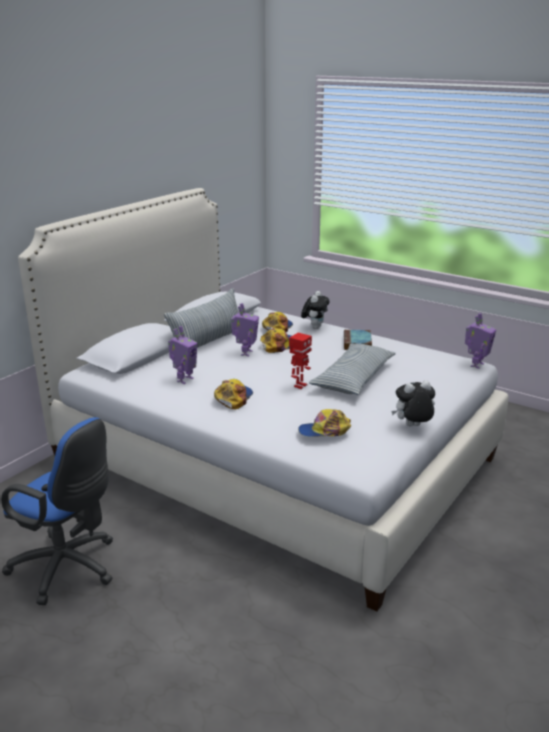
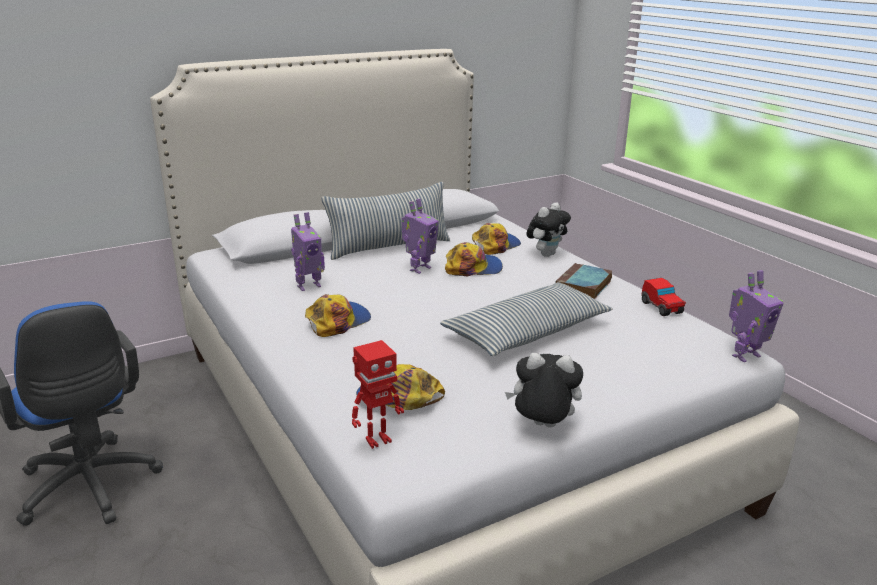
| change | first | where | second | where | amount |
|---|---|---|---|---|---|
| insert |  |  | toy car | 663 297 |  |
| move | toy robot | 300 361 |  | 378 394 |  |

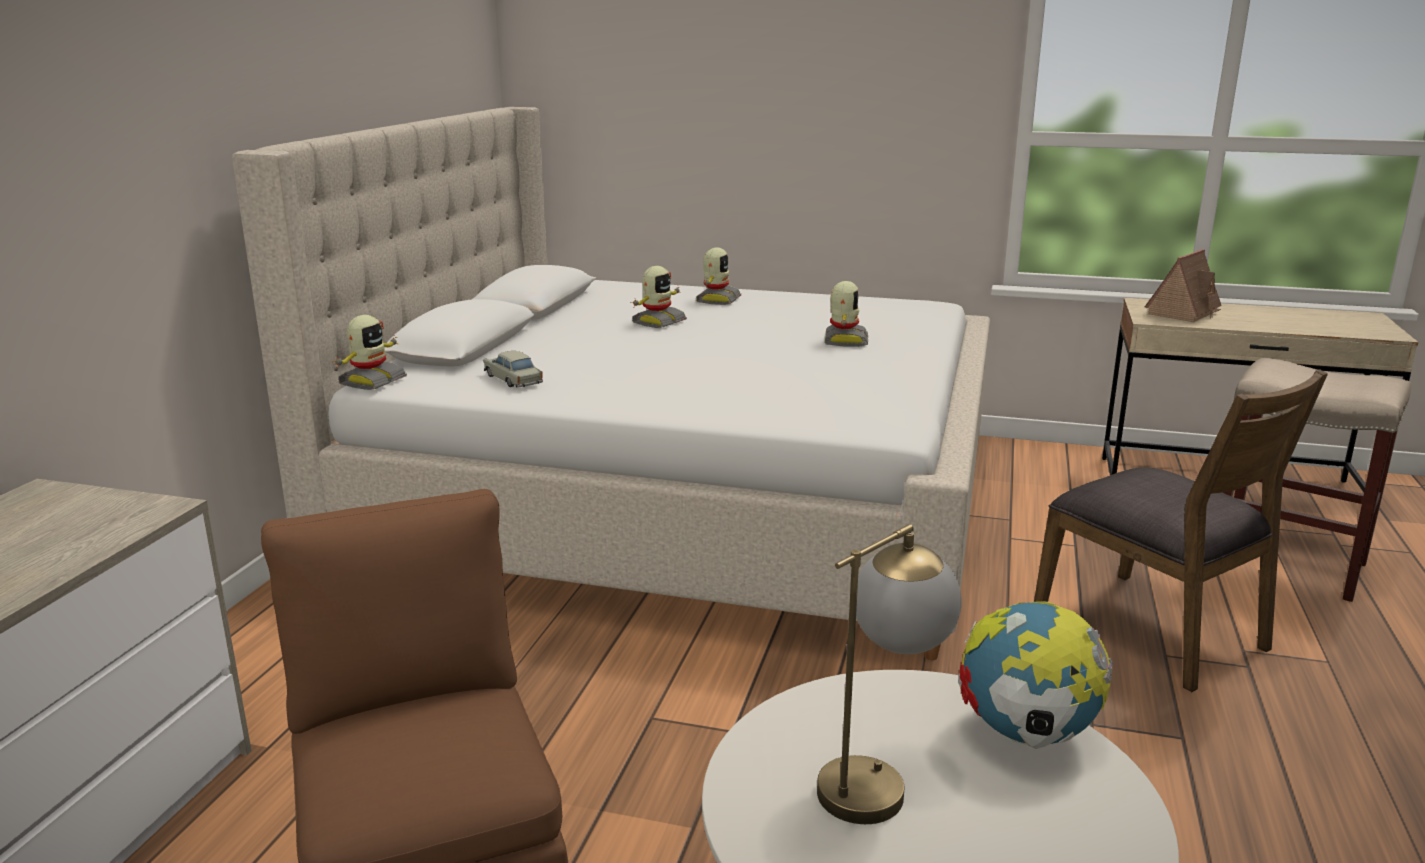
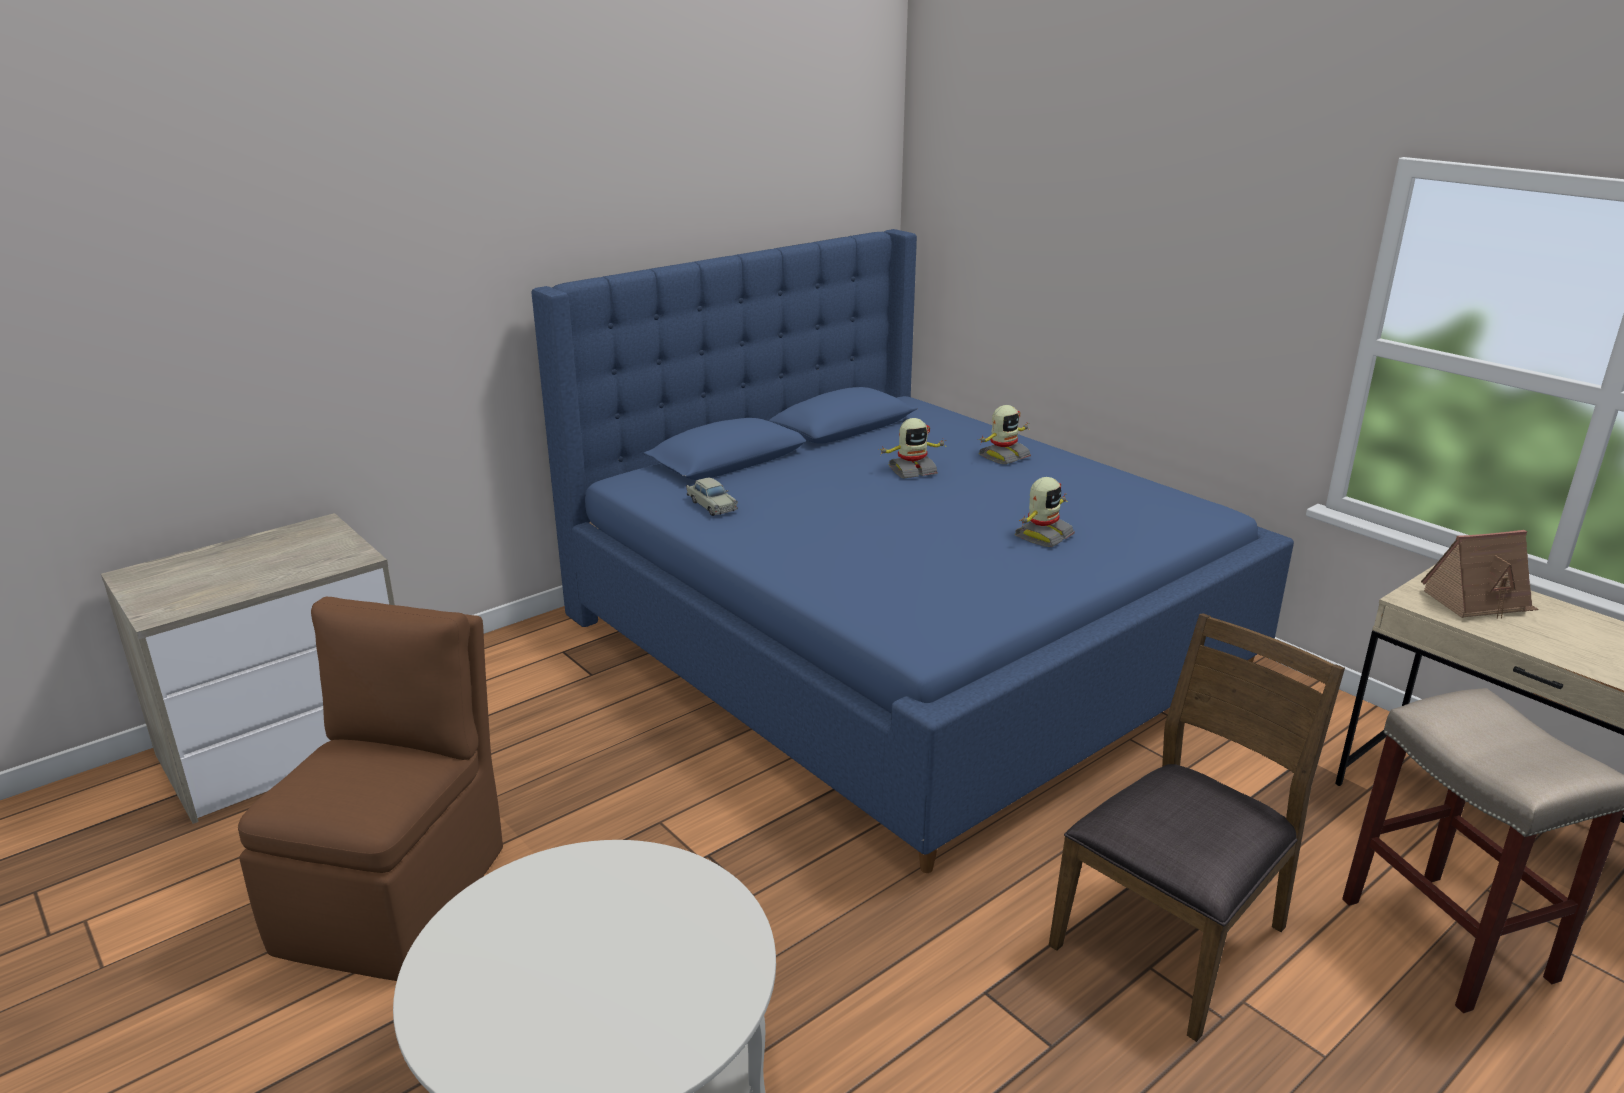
| change | first | where | second | where | amount |
|---|---|---|---|---|---|
| delete | toy robot | 369 352 |  |  |  |
| delete | table lamp | 889 674 |  |  |  |
| delete | globe | 1035 675 |  |  |  |
| recolor | bed (beige) | 611 383 | bed (blue) | 912 551 |  |
| rotate | toy car (beige) | 513 369 |  | 712 497 | 150 degrees clockwise |
| rotate | chair (brown) | 1181 530 |  | 1197 827 | 135 degrees counterclockwise |

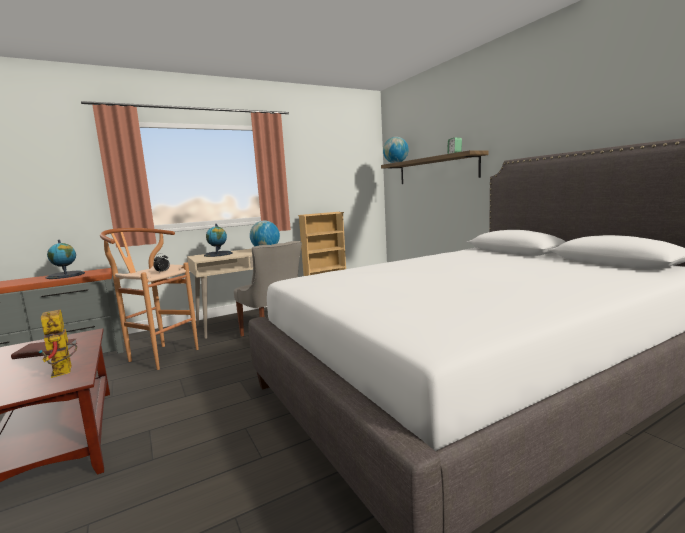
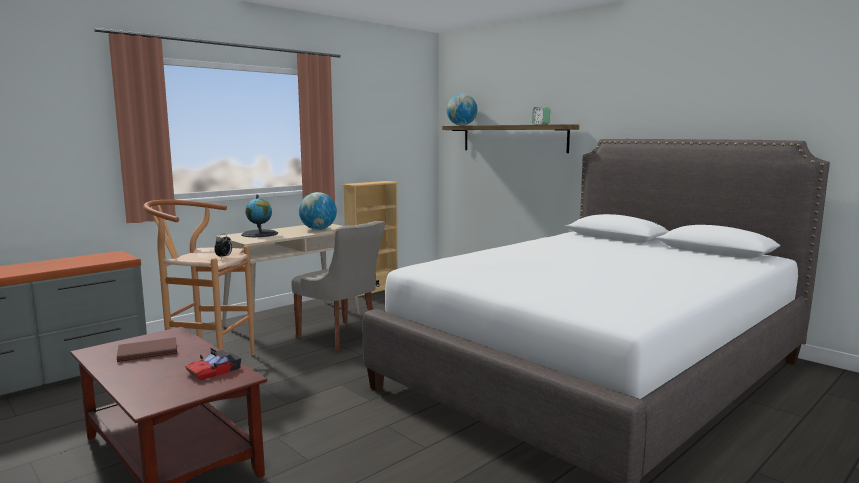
| change | first | where | second | where | amount |
|---|---|---|---|---|---|
| delete | globe | 65 259 |  |  |  |
| replace | toy robot | 57 344 | toy car | 213 364 |  |

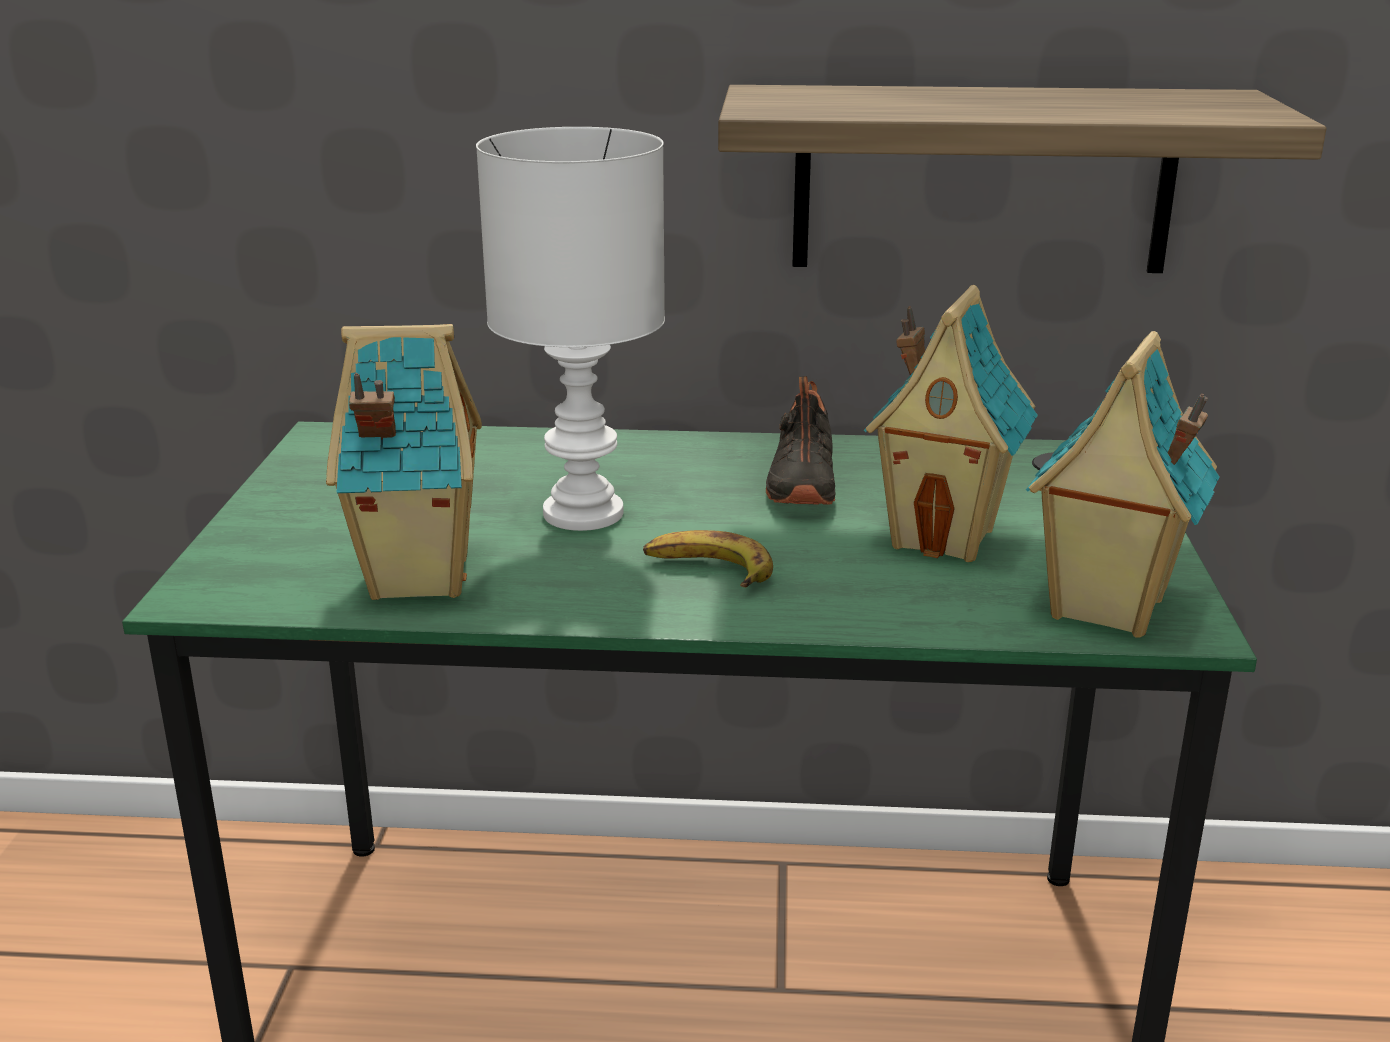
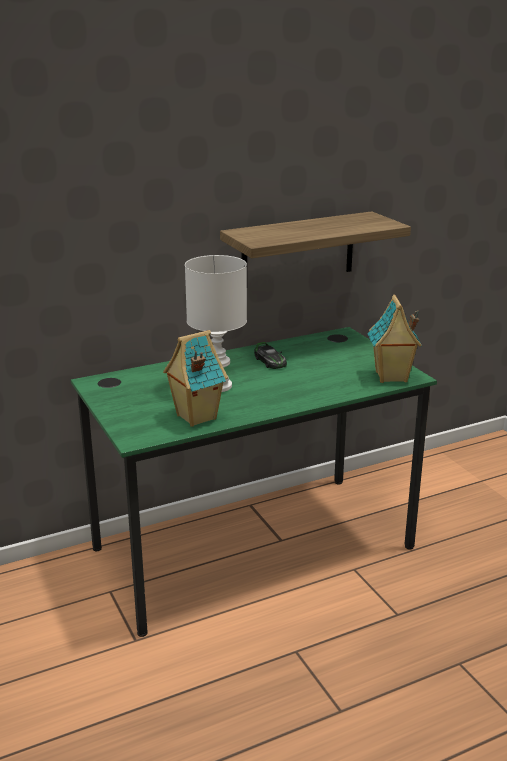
| change | first | where | second | where | amount |
|---|---|---|---|---|---|
| delete | banana | 708 558 |  |  |  |
| delete | toy house | 951 423 |  |  |  |
| replace | shoe (black) | 801 440 | toy car | 270 355 |  |

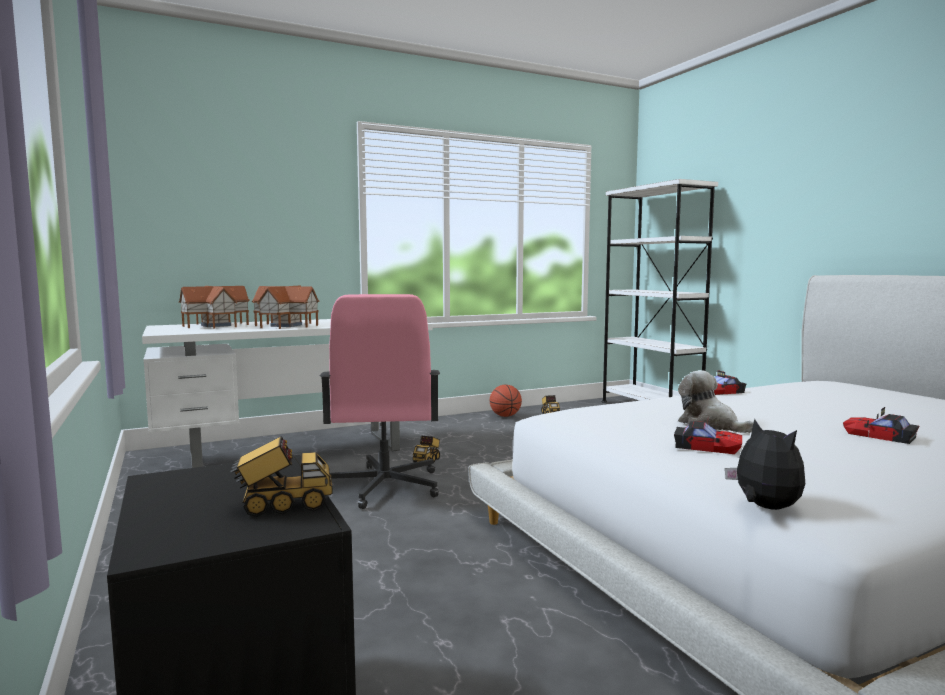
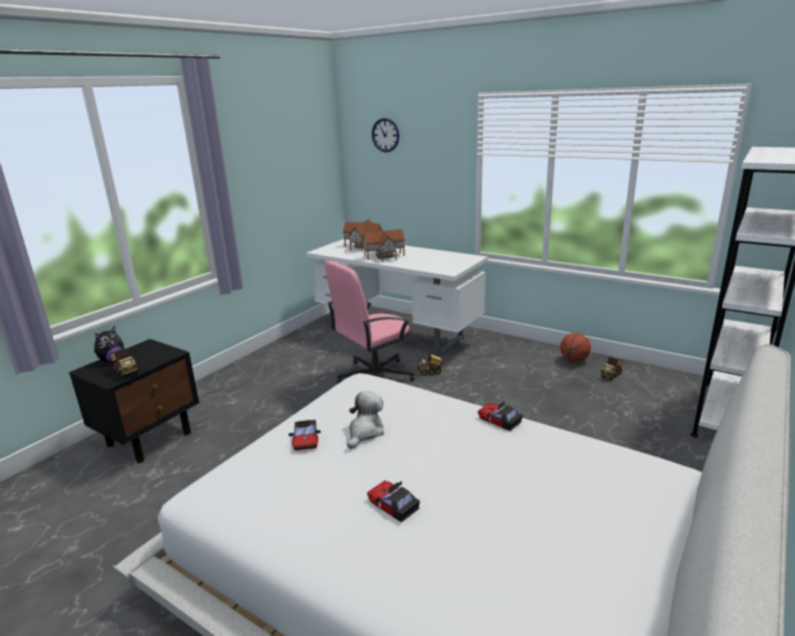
| change | first | where | second | where | amount |
|---|---|---|---|---|---|
| insert |  |  | wall clock | 385 135 |  |
| move | plush toy | 765 464 |  | 109 344 |  |
| rotate | toy car | 881 425 |  | 393 501 | 60 degrees counterclockwise |

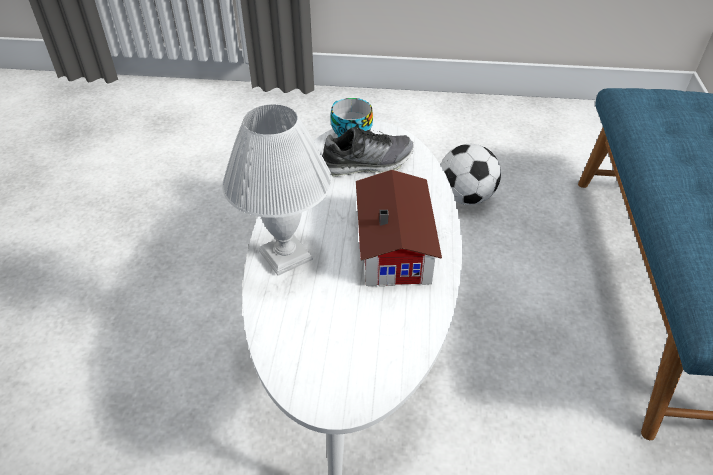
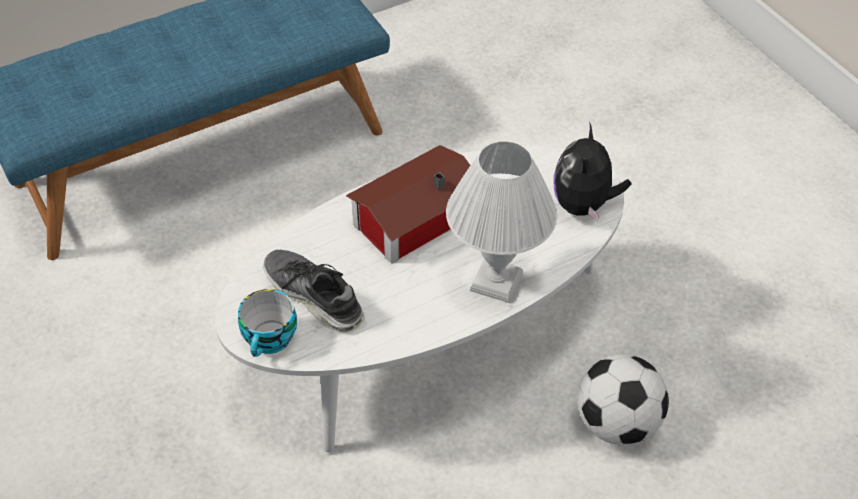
| change | first | where | second | where | amount |
|---|---|---|---|---|---|
| insert |  |  | plush toy | 592 173 |  |
| move | football | 471 174 |  | 623 399 |  |

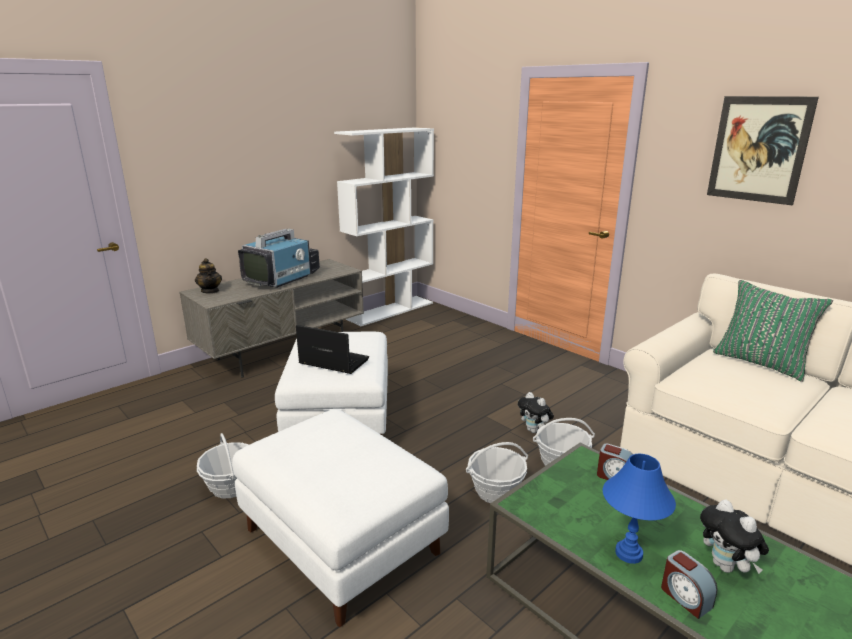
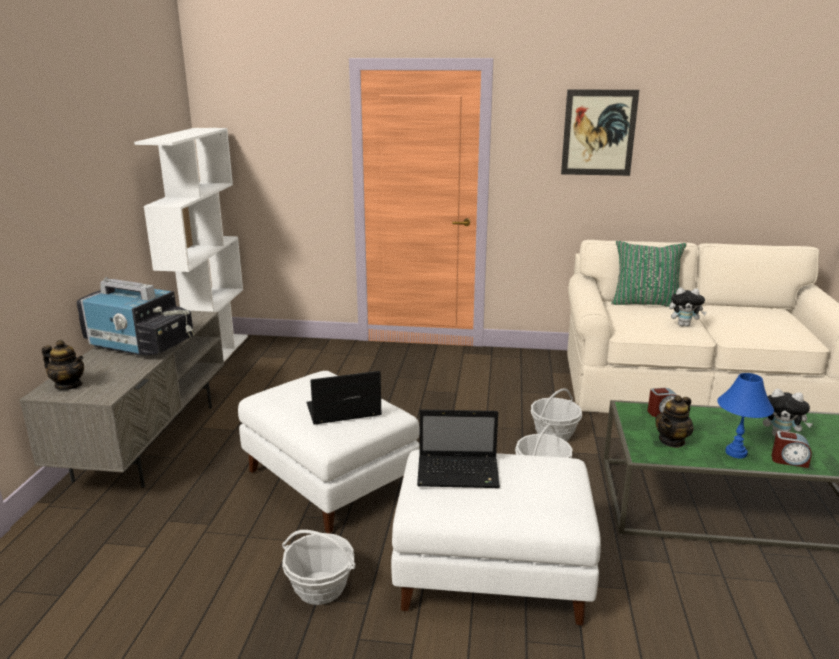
| change | first | where | second | where | amount |
|---|---|---|---|---|---|
| insert |  |  | laptop | 458 449 |  |
| insert |  |  | teapot | 674 421 |  |
| move | plush toy | 536 412 |  | 688 307 |  |
| rotate | television | 279 258 |  | 135 316 | 120 degrees clockwise |

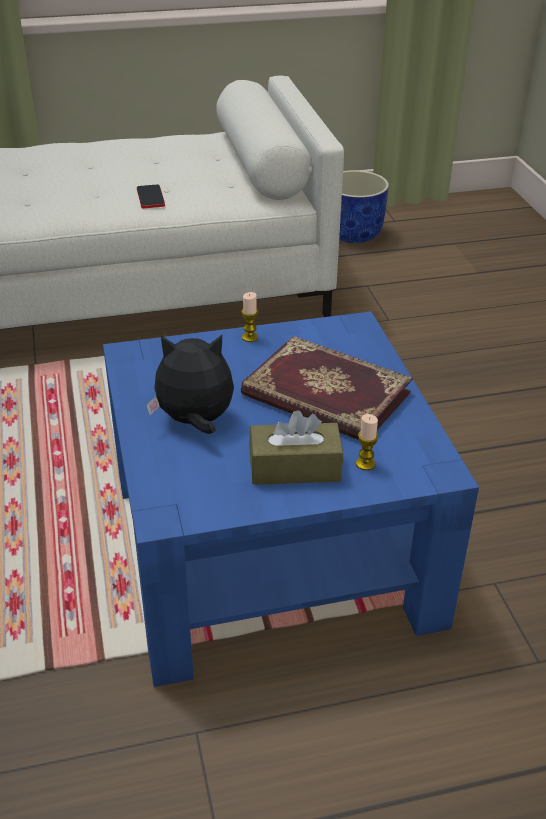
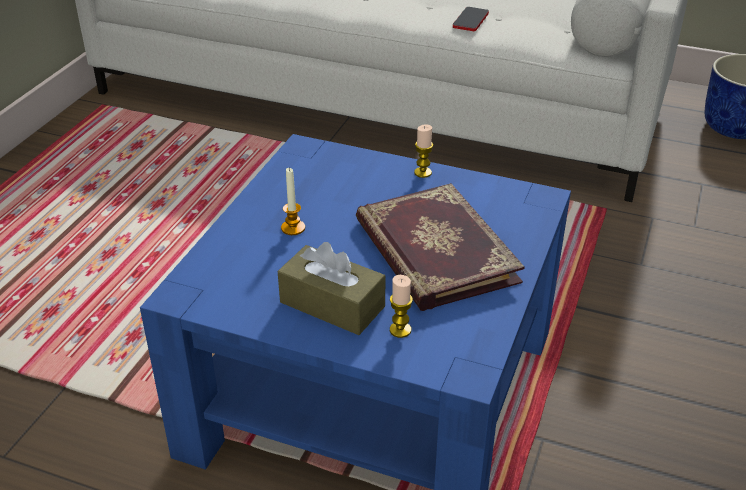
| change | first | where | second | where | amount |
|---|---|---|---|---|---|
| replace | plush toy | 190 384 | candle | 293 201 |  |

